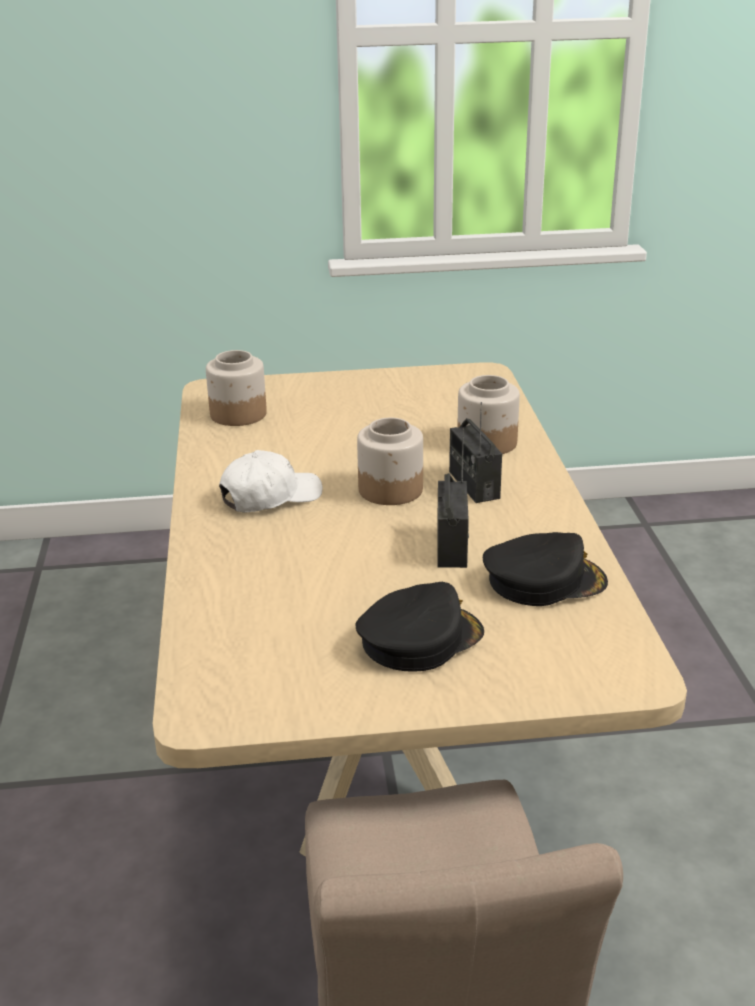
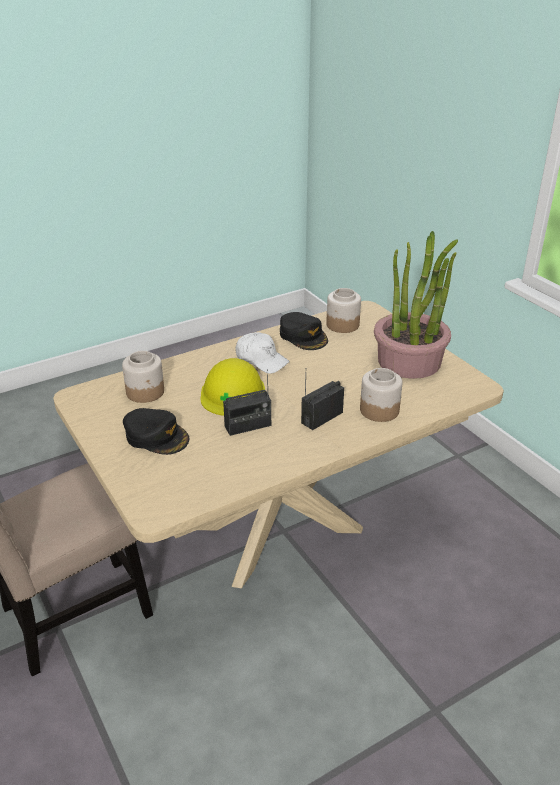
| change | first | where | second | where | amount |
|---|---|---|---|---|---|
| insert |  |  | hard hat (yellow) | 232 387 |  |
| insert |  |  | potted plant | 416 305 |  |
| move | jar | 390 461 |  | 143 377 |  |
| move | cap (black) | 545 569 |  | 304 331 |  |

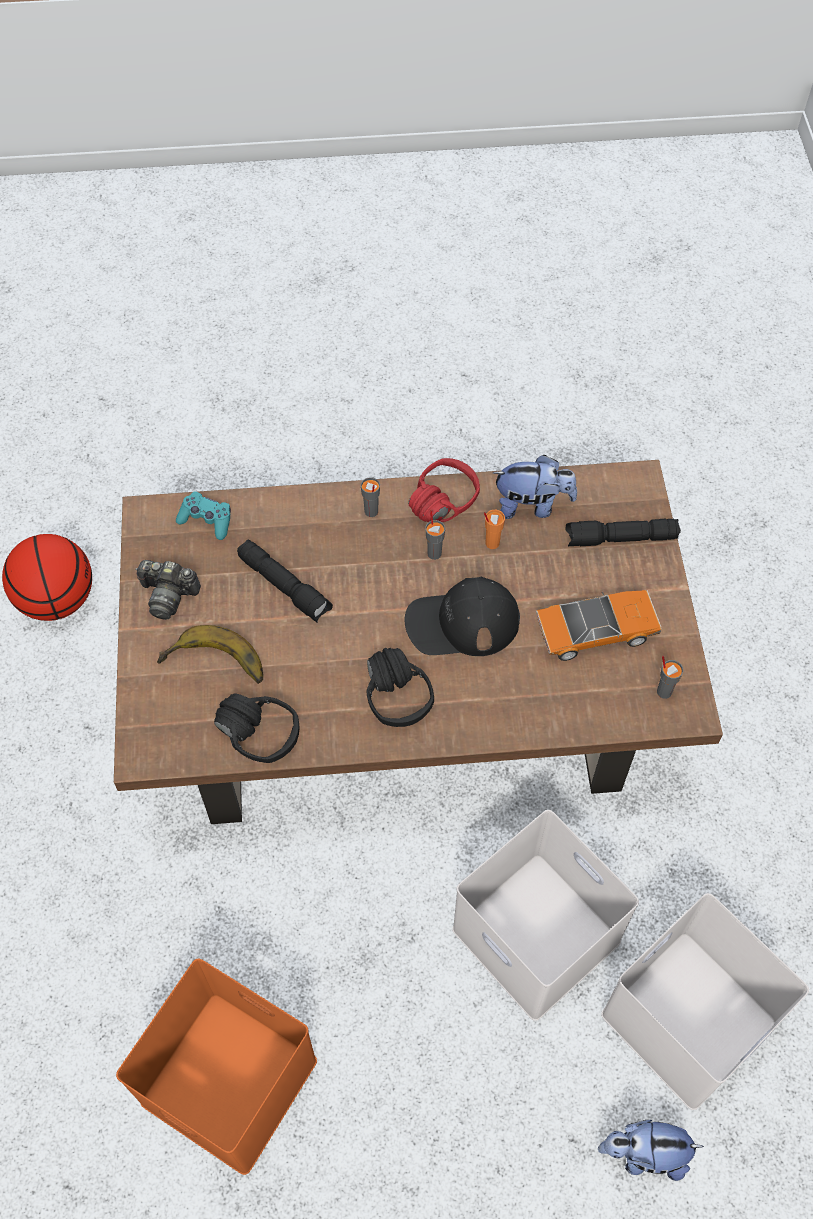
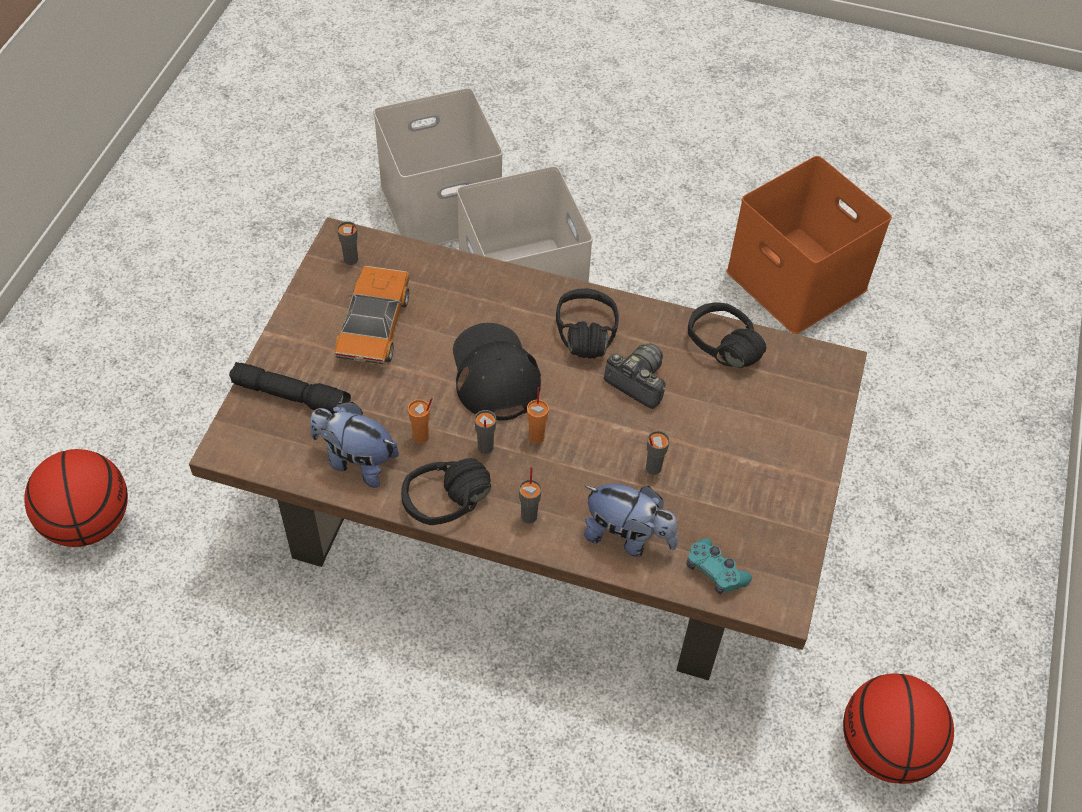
| change | first | where | second | where | amount |
|---|---|---|---|---|---|
| delete | banana | 210 654 |  |  |  |
| insert |  |  | basketball | 76 498 |  |
| insert |  |  | cup (orange) | 538 415 |  |
| move | photo camera | 168 590 |  | 635 376 |  |
| move | plush toy | 651 1150 |  | 631 520 |  |
| replace | flashlight (black) | 285 581 | cup (grey) | 658 453 |  |
| recolor | headphones (red) | 444 490 | headphones (black) | 446 491 |  |
| rotate | cap (black) | 462 616 |  | 497 372 | 120 degrees counterclockwise |
| rotate | toy car | 599 625 |  | 371 315 | 90 degrees clockwise |

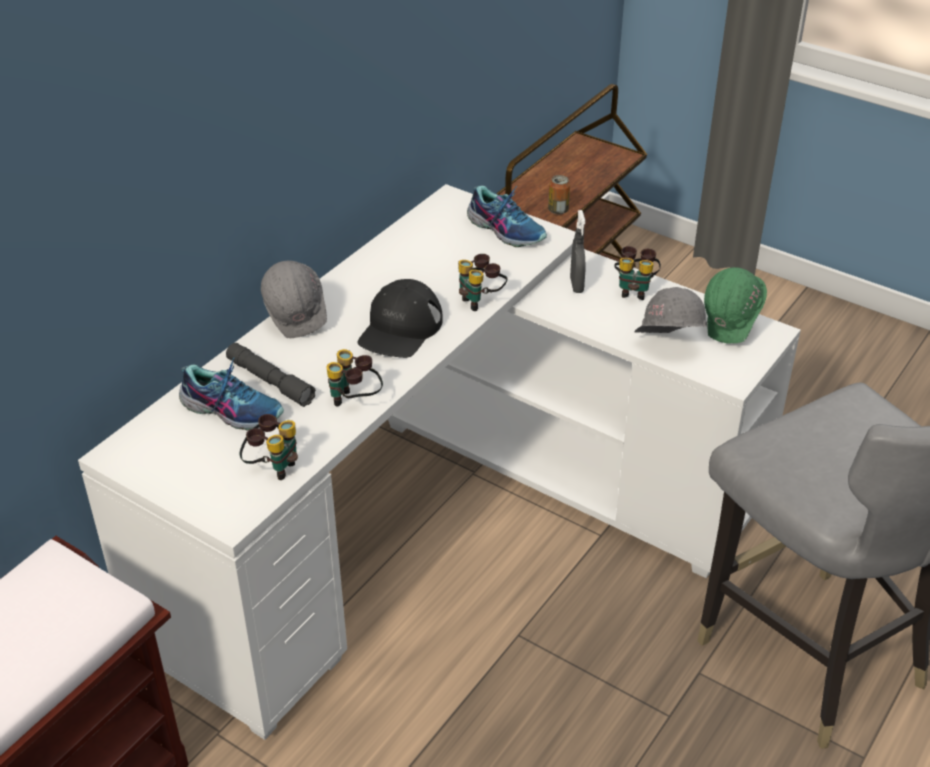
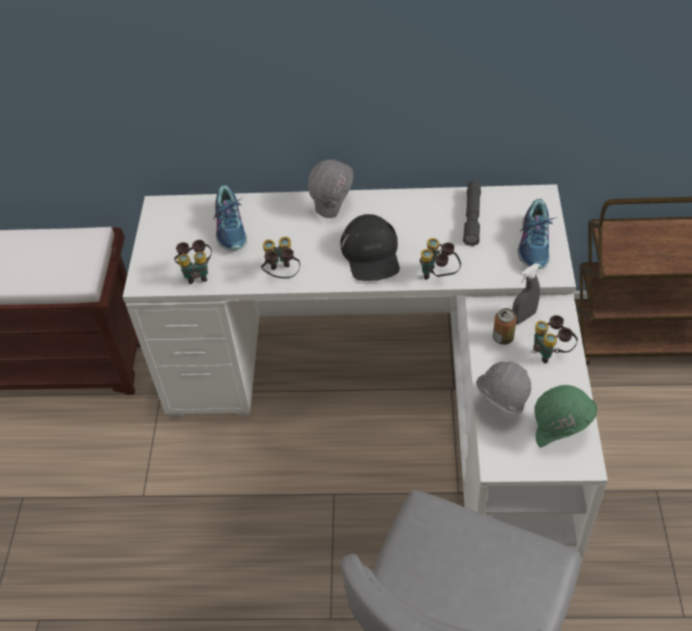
| change | first | where | second | where | amount |
|---|---|---|---|---|---|
| move | flashlight (grey) | 271 375 |  | 472 213 |  |
| move | can | 559 194 |  | 505 326 |  |
| rotate | cap (black) | 400 318 |  | 370 247 | 90 degrees counterclockwise |

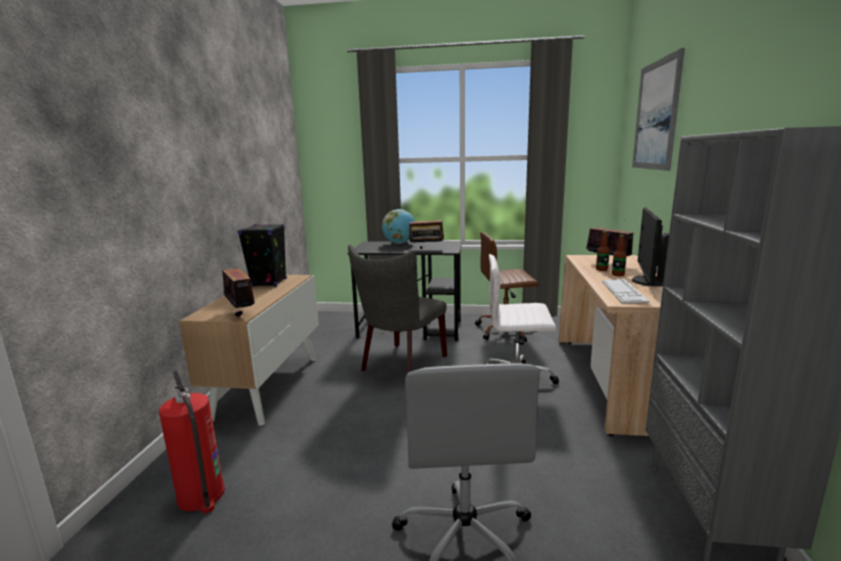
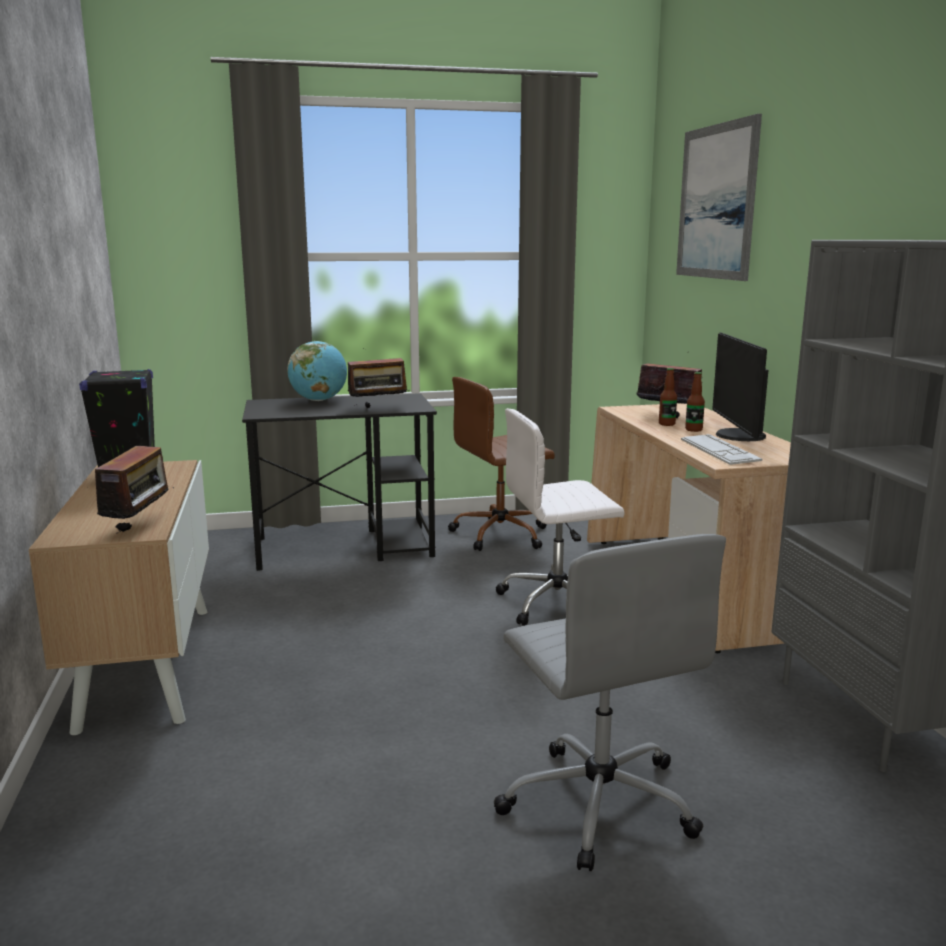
| change | first | where | second | where | amount |
|---|---|---|---|---|---|
| delete | fire extinguisher | 192 442 |  |  |  |
| delete | chair (grey) | 397 309 |  |  |  |
| rotate | radio | 238 290 |  | 134 487 | 60 degrees clockwise |

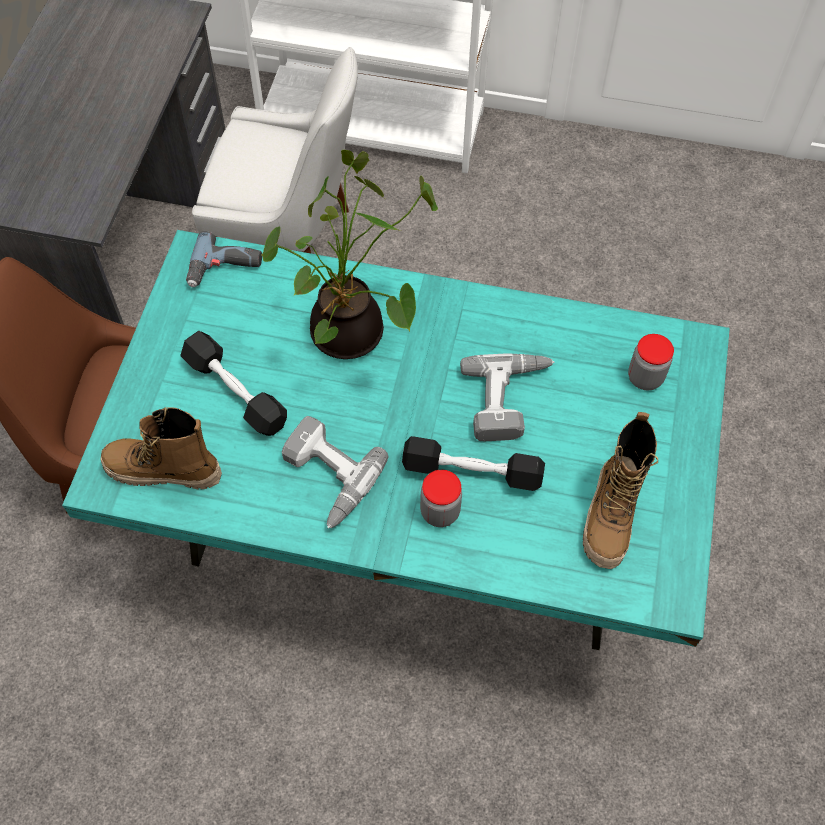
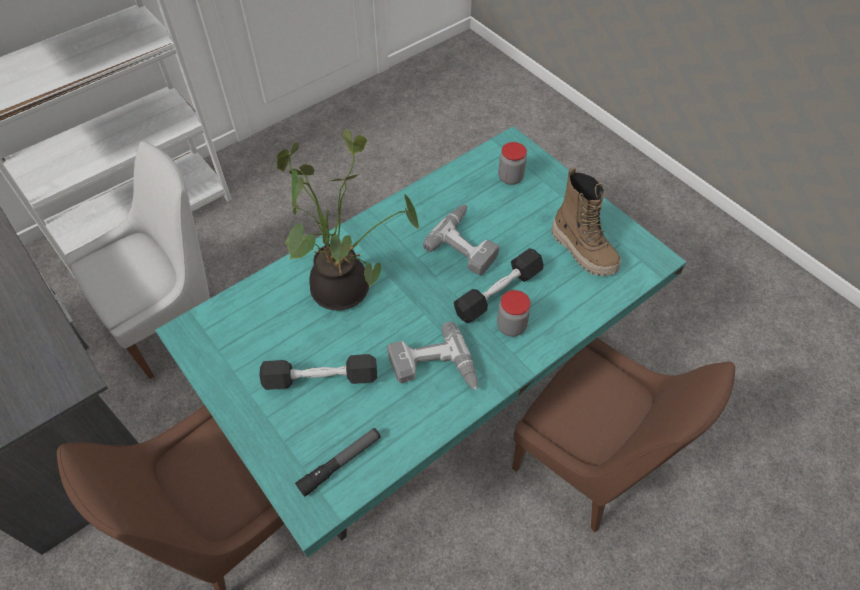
| change | first | where | second | where | amount |
|---|---|---|---|---|---|
| delete | power drill | 224 259 |  |  |  |
| insert |  |  | chair (brown) | 623 435 |  |
| replace | boot | 161 448 | flashlight | 338 462 |  |

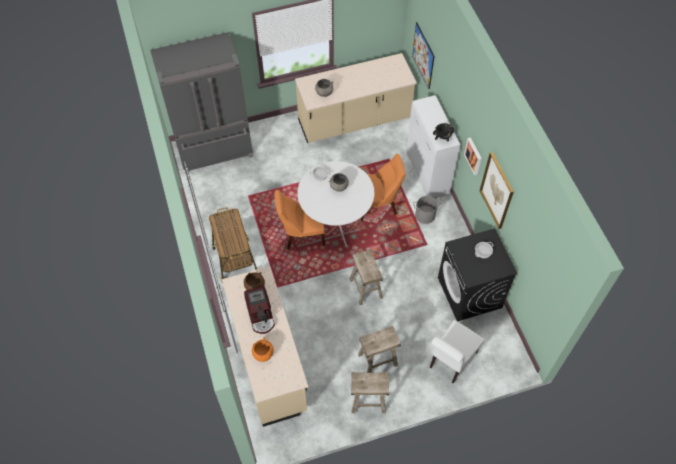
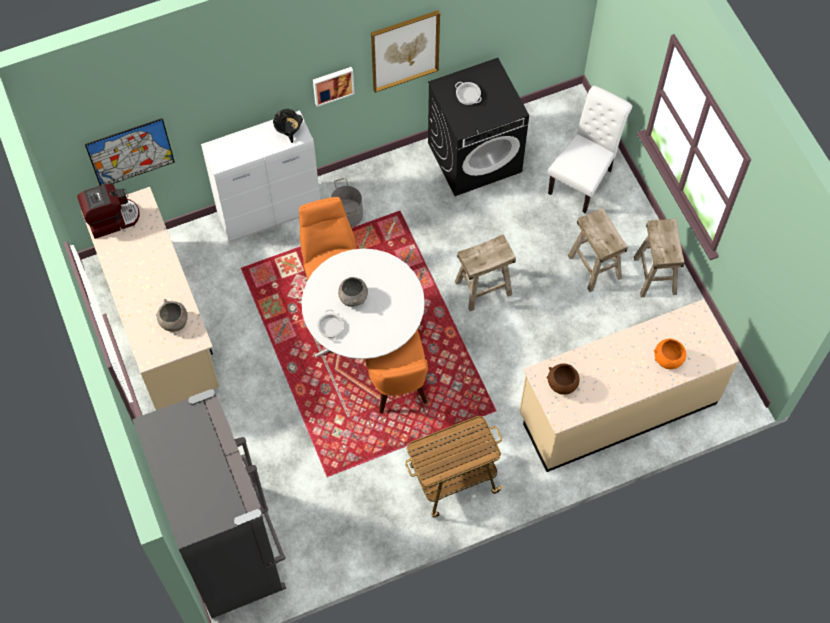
| change | first | where | second | where | amount |
|---|---|---|---|---|---|
| move | coffee machine | 259 310 |  | 108 211 |  |
| rotate | chair (white) | 457 351 |  | 590 149 | 90 degrees counterclockwise |

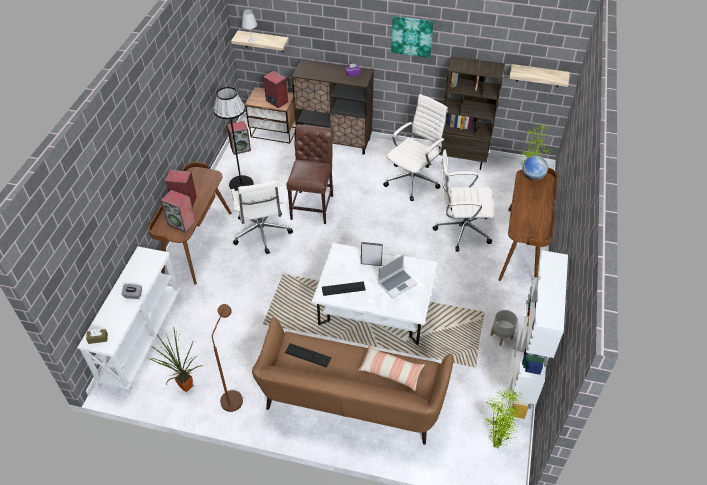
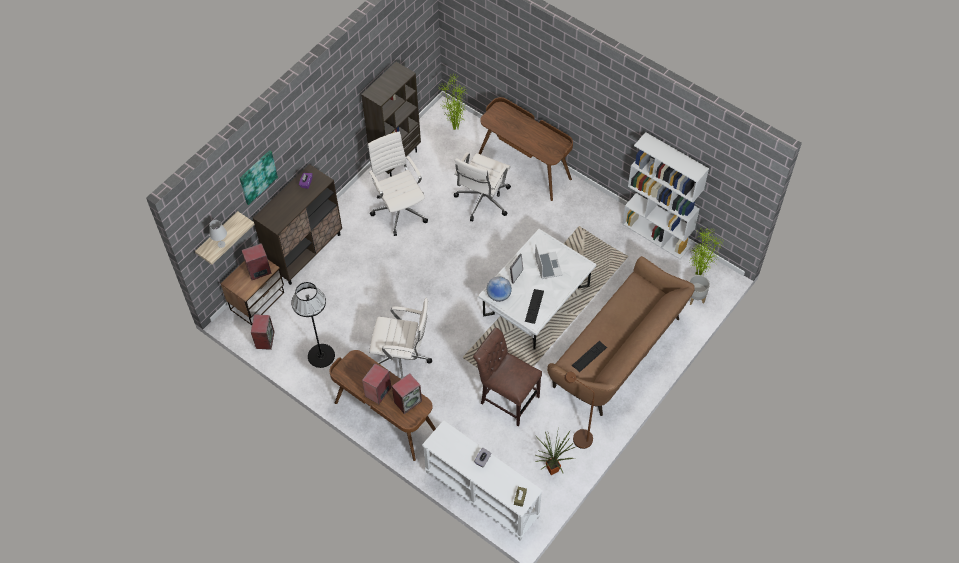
| change | first | where | second | where | amount |
|---|---|---|---|---|---|
| delete | pillow | 391 368 |  |  |  |
| delete | shelf | 539 75 |  |  |  |
| move | chair (brown) | 309 174 |  | 507 377 |  |
| move | picture | 412 37 |  | 259 177 |  |
| move | planter (grey) | 504 328 |  | 699 290 |  |
| move | globe | 535 168 |  | 499 289 |  |

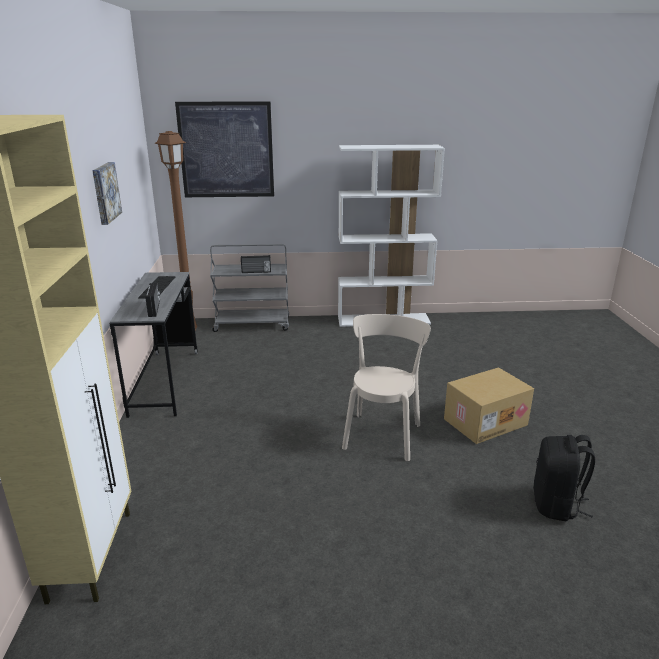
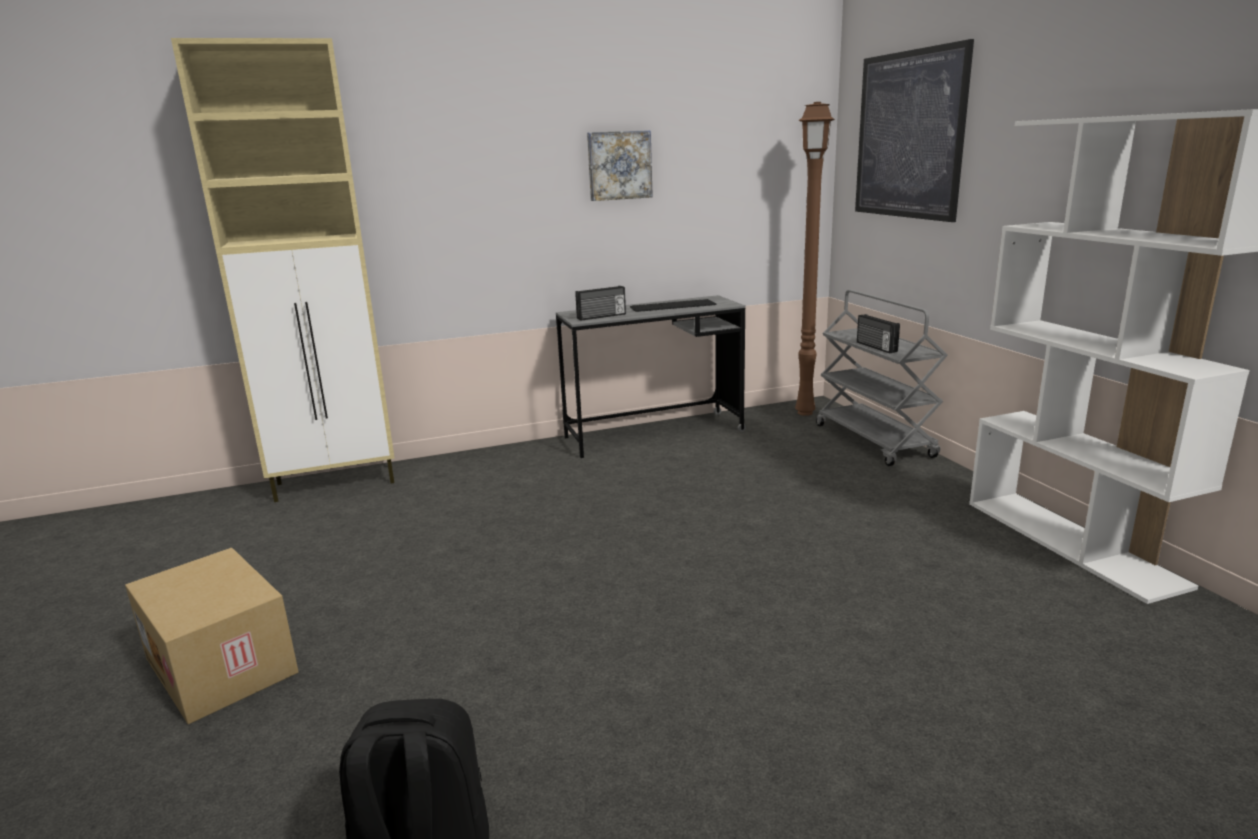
| change | first | where | second | where | amount |
|---|---|---|---|---|---|
| delete | chair (beige) | 386 387 |  |  |  |
| move | cardboard box | 489 405 |  | 212 636 |  |

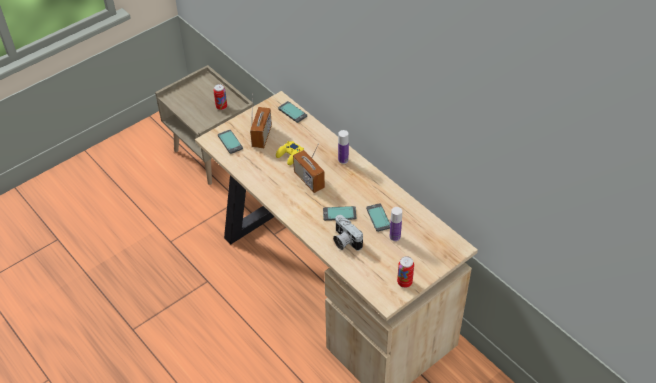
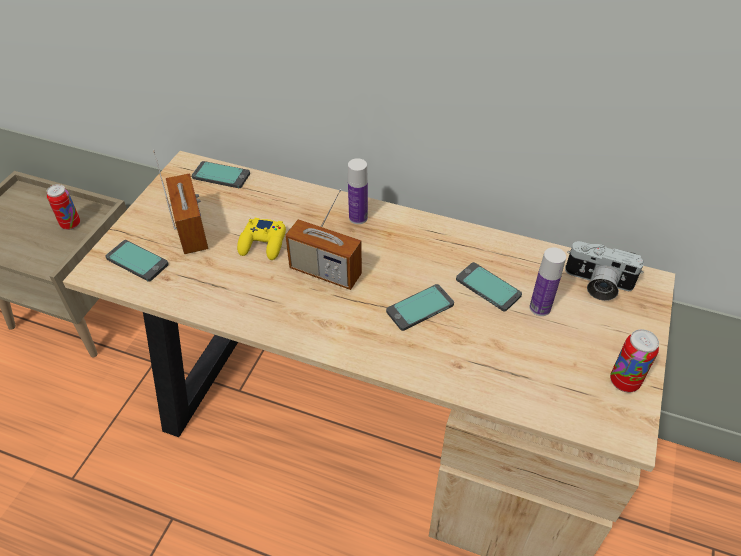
| change | first | where | second | where | amount |
|---|---|---|---|---|---|
| move | photo camera | 348 233 |  | 604 271 |  |

